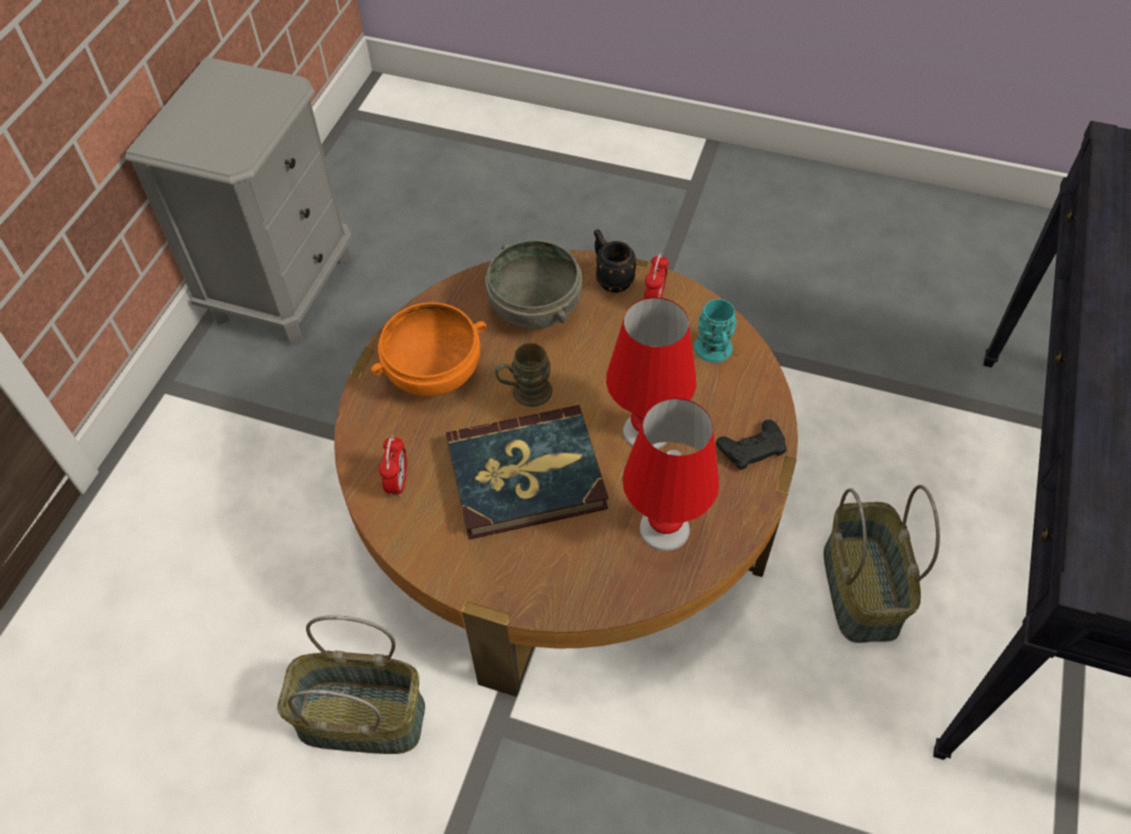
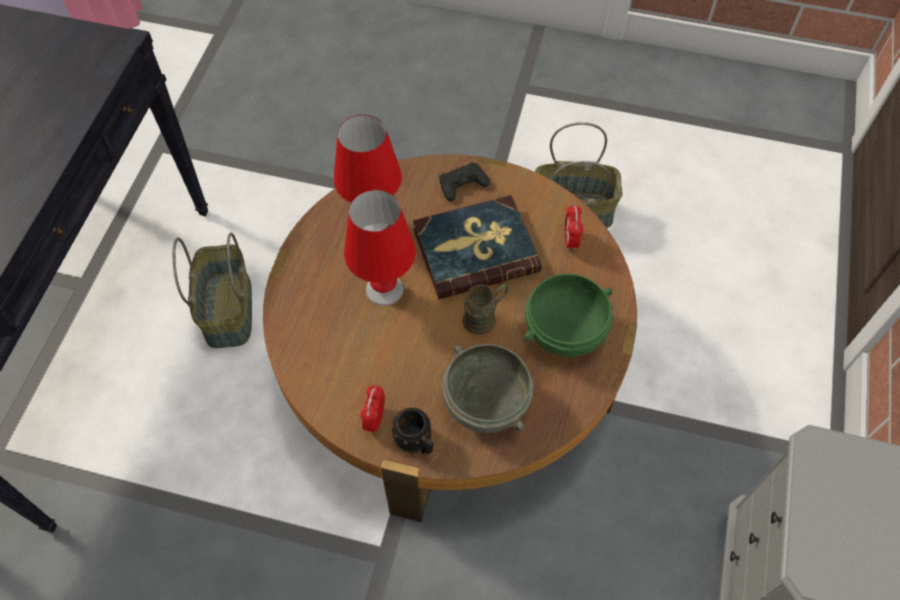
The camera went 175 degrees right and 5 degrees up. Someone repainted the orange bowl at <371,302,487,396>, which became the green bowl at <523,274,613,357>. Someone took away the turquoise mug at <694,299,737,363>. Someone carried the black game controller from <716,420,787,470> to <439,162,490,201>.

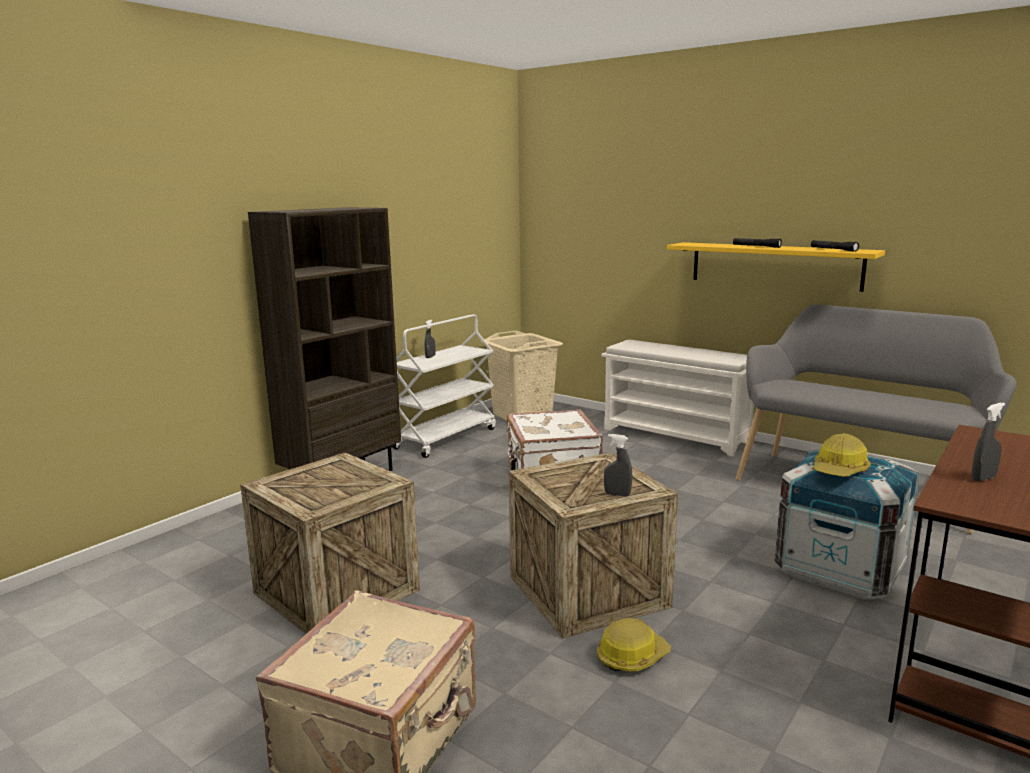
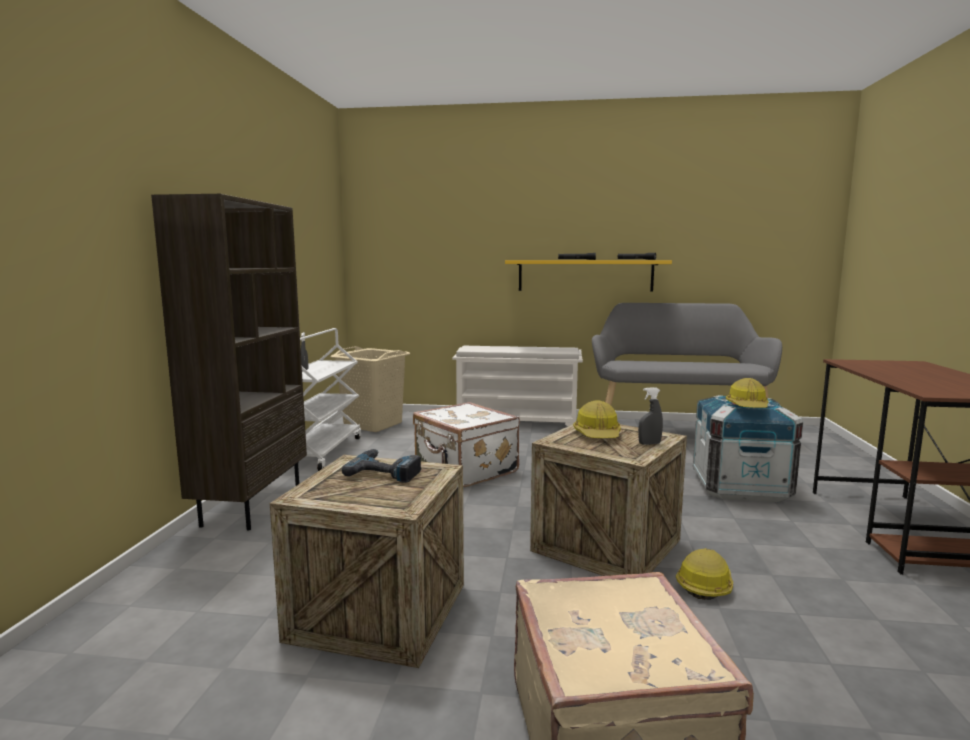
The camera went 30 degrees left and 5 degrees down. Someone took away the grey spray bottle at <972,403,1005,481>. Someone put down the power drill at <342,449,421,483>. Someone put down the hard hat at <573,401,621,438>.

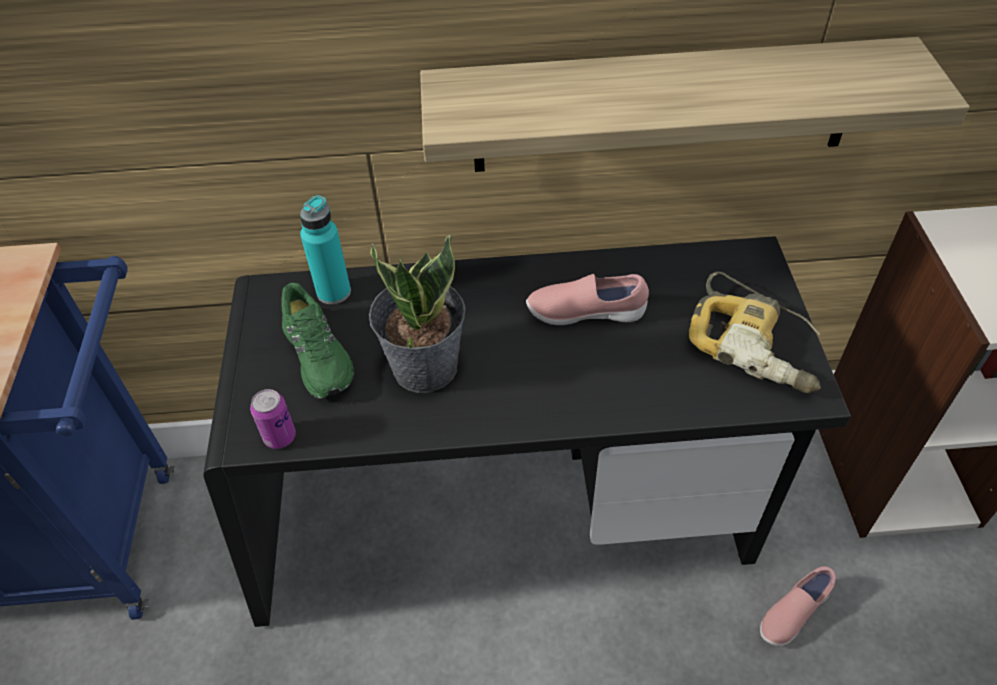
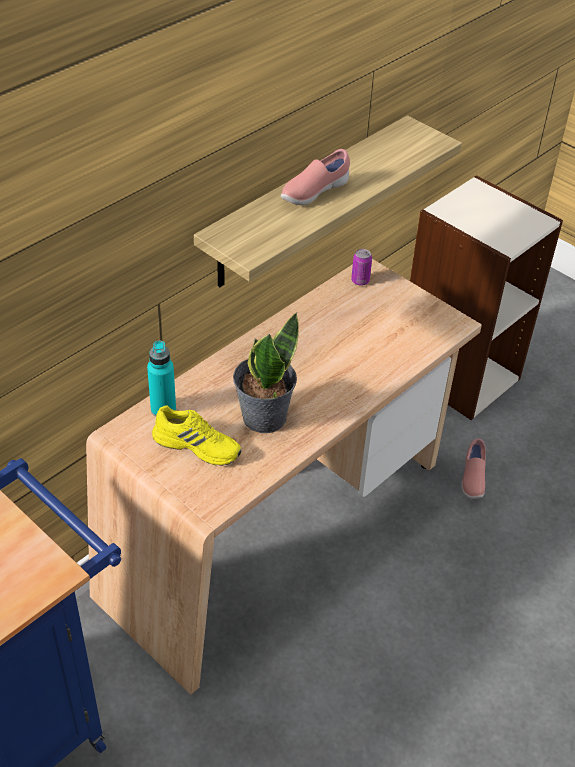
The camera went 45 degrees left and 5 degrees down. Someone repainted the black desk at <203,236,851,627>, which became the beige desk at <86,259,482,695>. Someone carried the can from <250,389,296,449> to <351,249,372,286>. Someone repainted the green shoe at <281,283,354,399>, which became the yellow shoe at <152,405,241,466>. Someone carried the pink shoe from <526,274,649,325> to <281,149,350,205>. Someone took away the power drill at <689,272,821,394>.

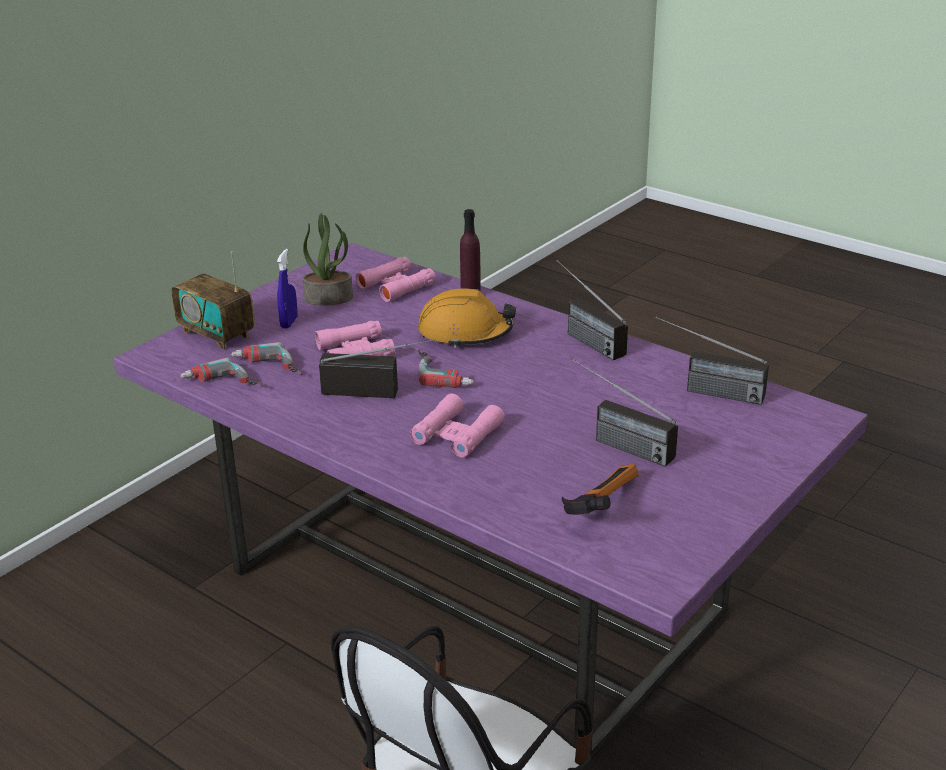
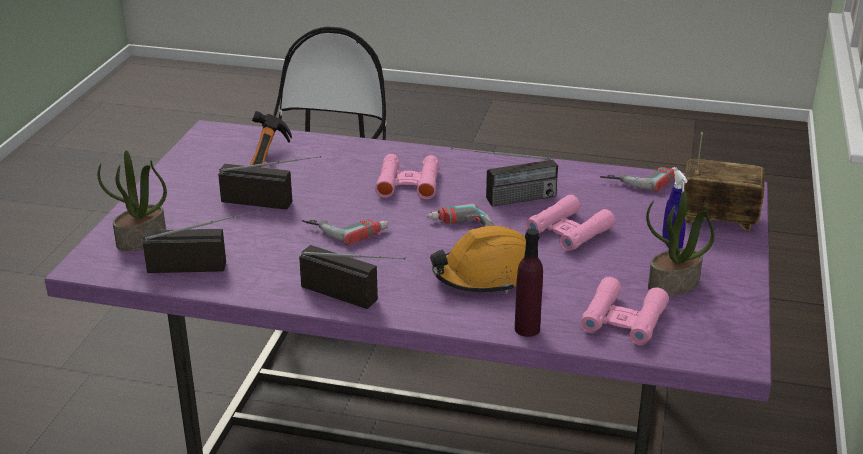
The camera went 155 degrees right and 0 degrees up. Someone carried the power drill from <231,342,302,375> to <302,219,389,245>. Someone put down the potted plant at <98,150,167,251>.

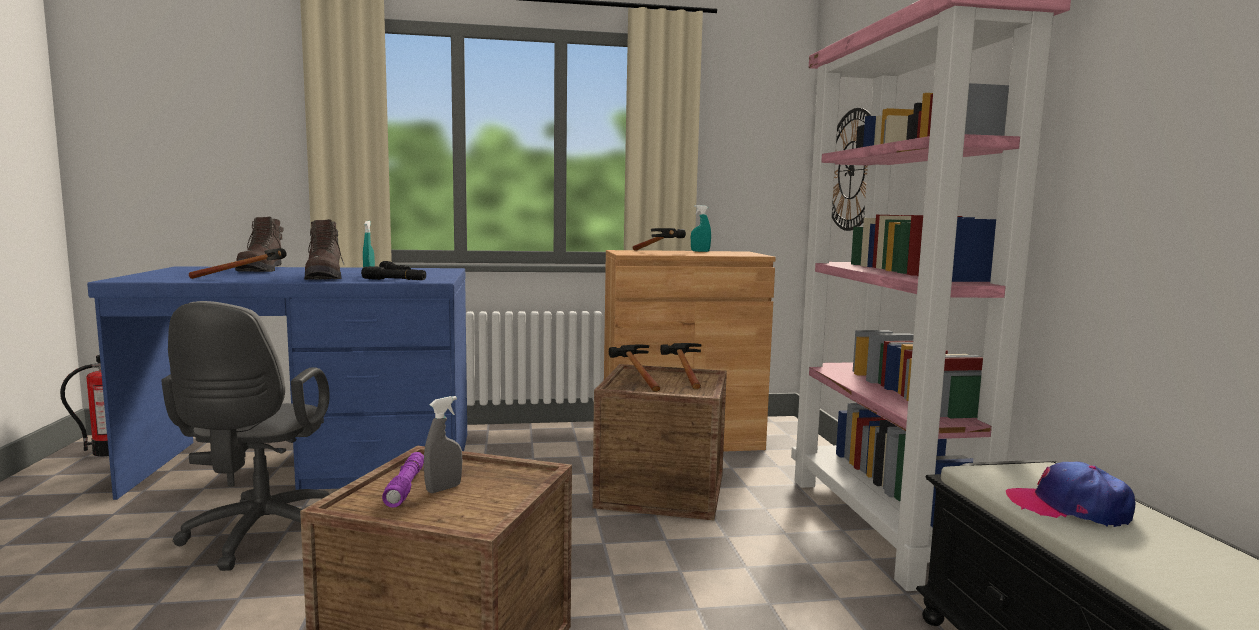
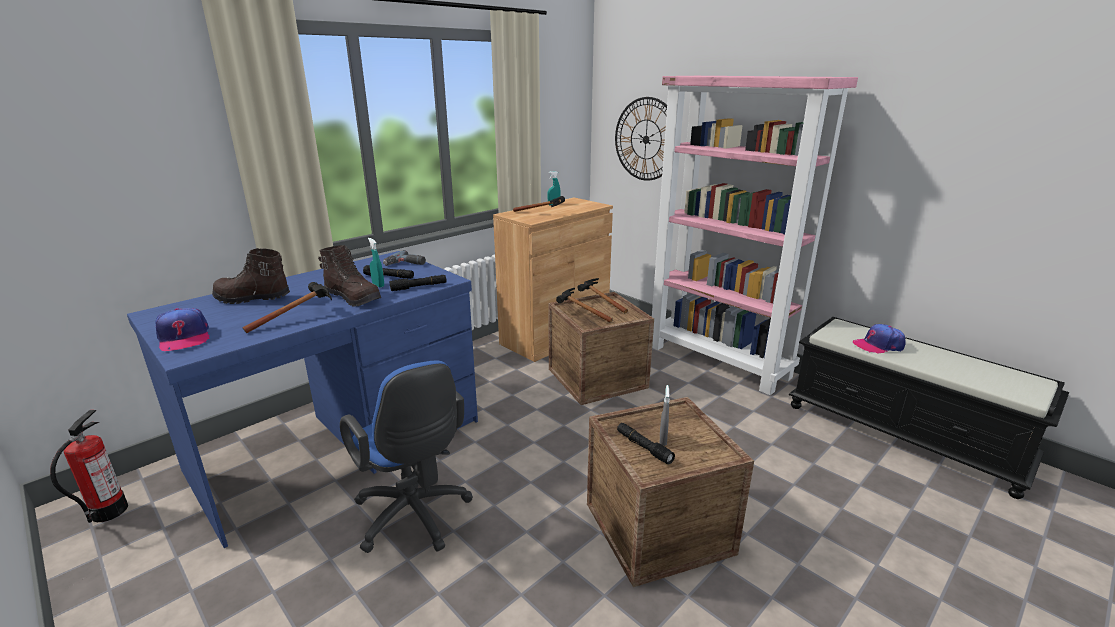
The camera went 35 degrees left and 15 degrees up. Someone repainted the grey office chair at <161,301,330,571>, which became the blue office chair at <340,361,473,553>. Someone rotated the brown boot at <235,217,284,272> by 135 degrees clockwise. Someone repainted the purple flashlight at <382,452,424,508>, which became the black flashlight at <617,423,675,464>. Someone put down the cap at <155,308,210,351>. Someone put down the power drill at <383,250,426,266>.

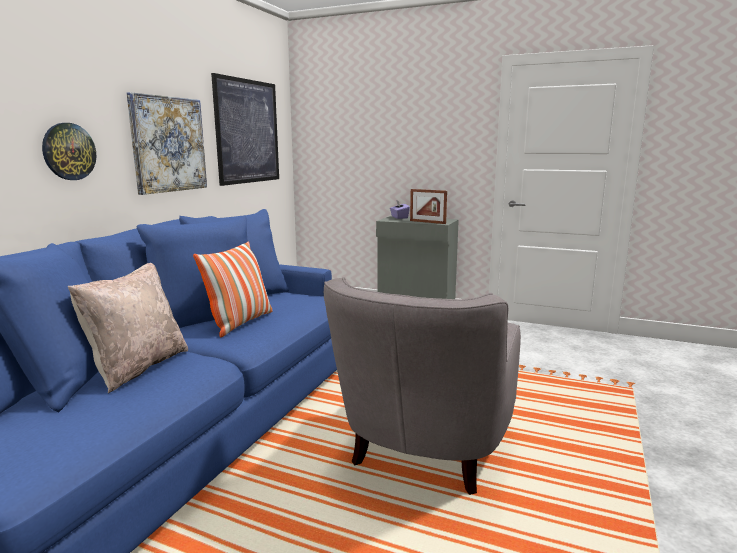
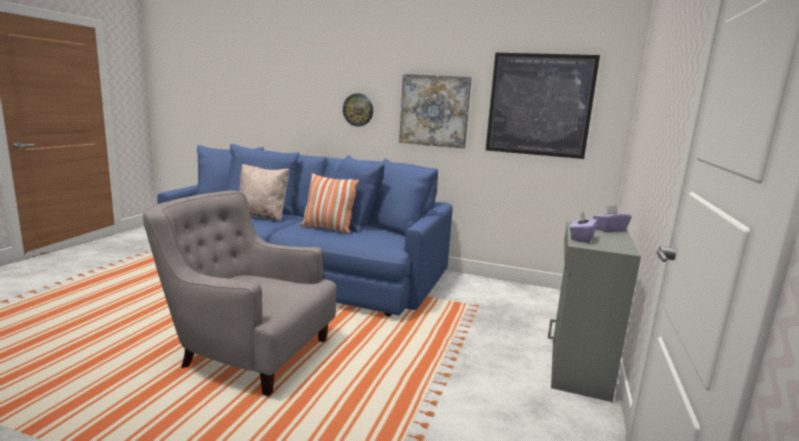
The camera went 85 degrees right and 0 degrees up. Someone swapped the picture frame at <410,189,447,224> for the purple tissue box at <570,211,598,243>.

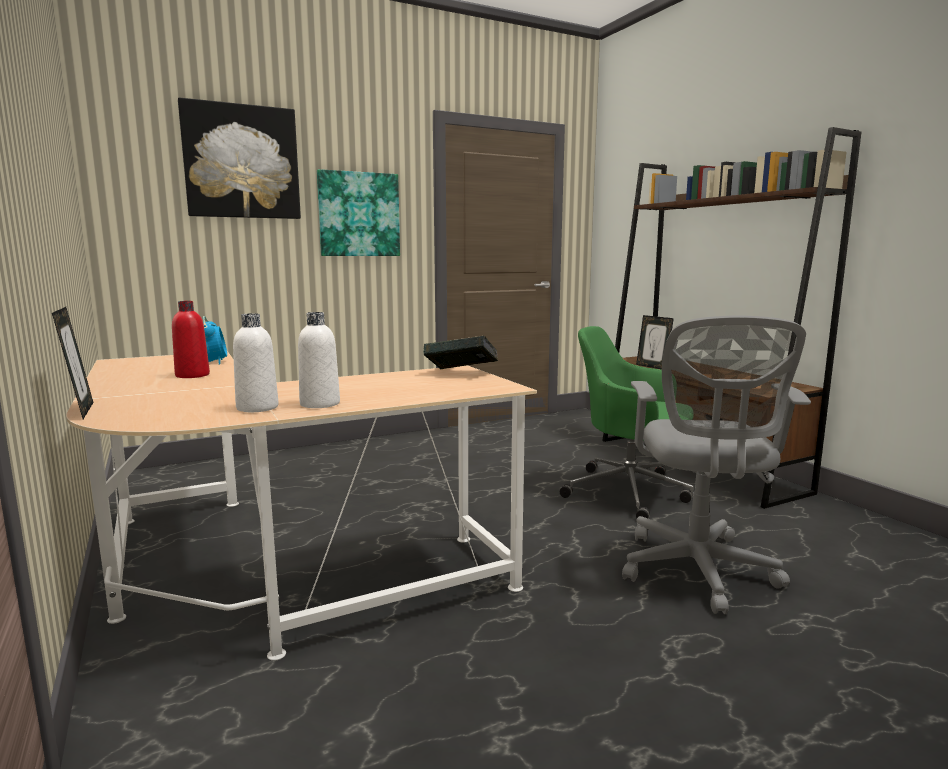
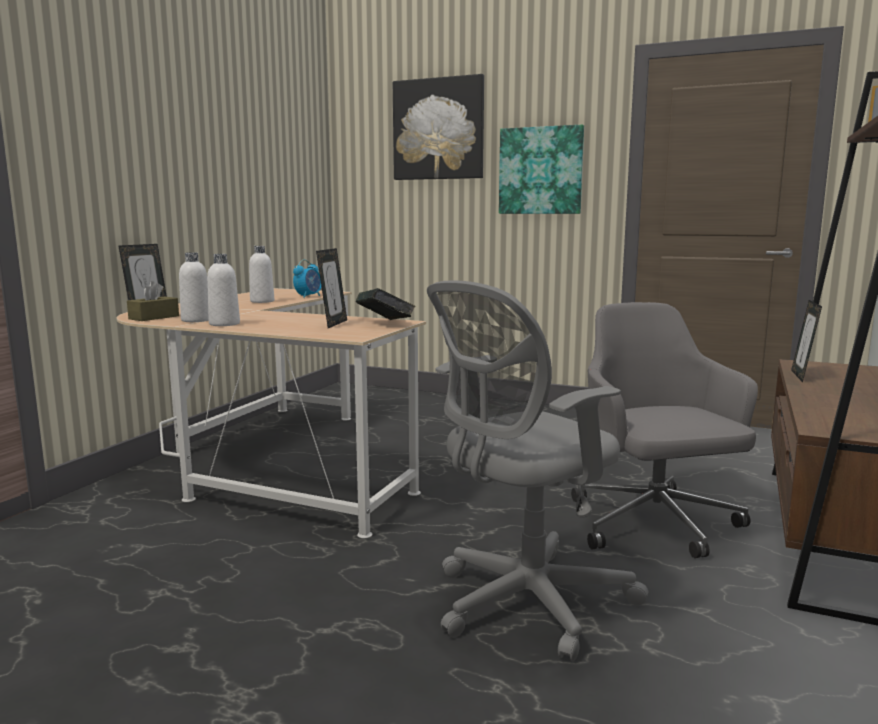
The camera went 50 degrees right and 0 degrees up. Someone repainted the red bottle at <172,301,210,378>, which became the white bottle at <249,246,274,303>. Someone repainted the green office chair at <560,326,694,519>, which became the grey office chair at <571,302,758,558>. Someone put down the brown tissue box at <127,281,179,321>. Someone put down the picture frame at <316,248,347,328>.

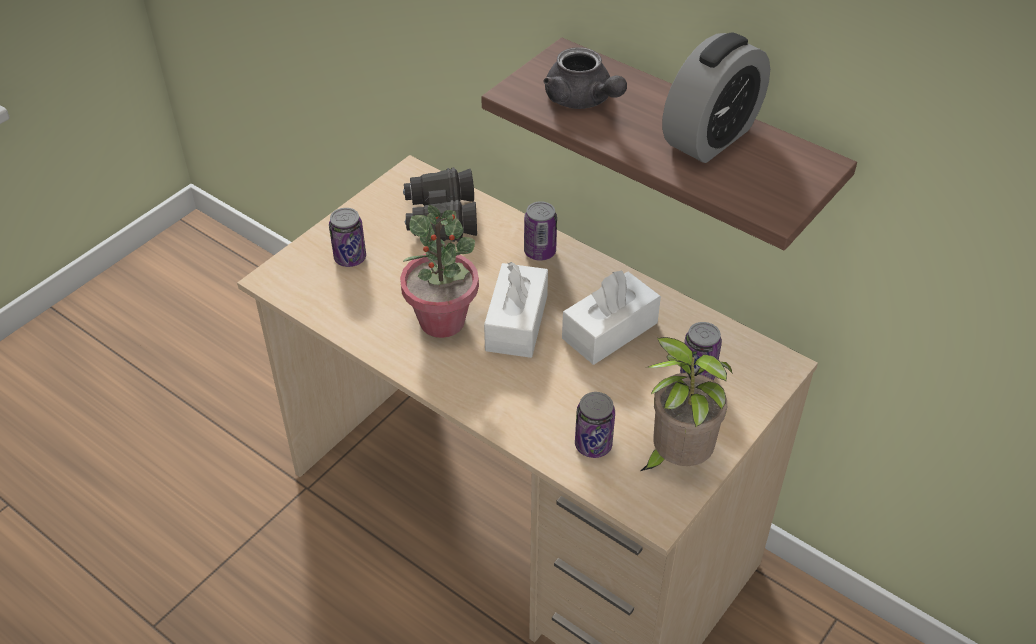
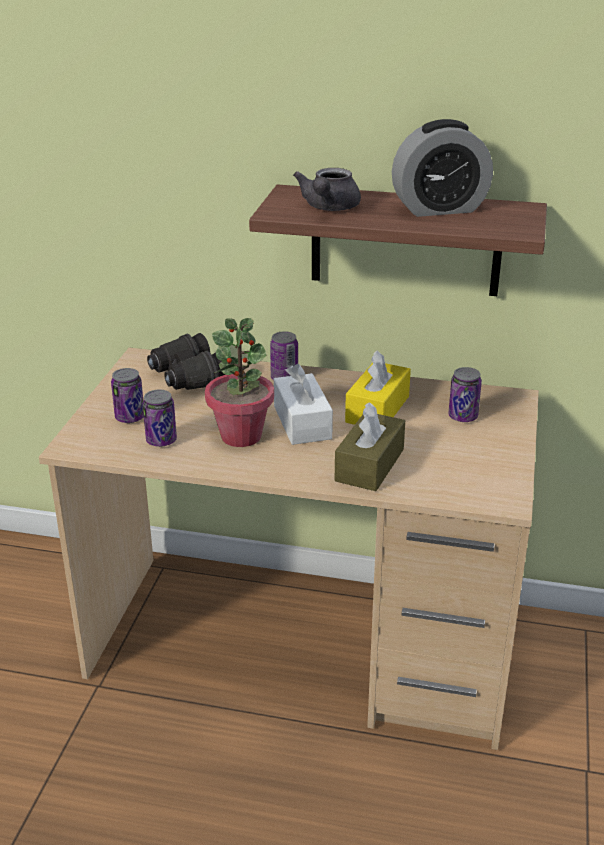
The camera went 25 degrees left and 15 degrees down. Someone rotated the grey teapot at <544,47,627,109> by 75 degrees clockwise. Someone repainted the white tissue box at <562,271,661,365>, which became the yellow tissue box at <345,350,411,425>. Someone carried the can from <575,392,615,458> to <143,390,177,447>. Someone took away the potted plant at <641,337,733,471>. Someone rotated the alarm clock at <662,32,770,163> by 60 degrees clockwise. Someone put down the brown tissue box at <335,402,405,491>.

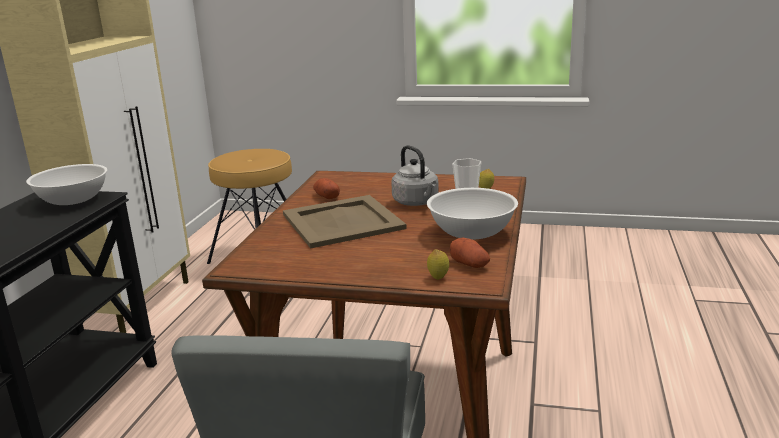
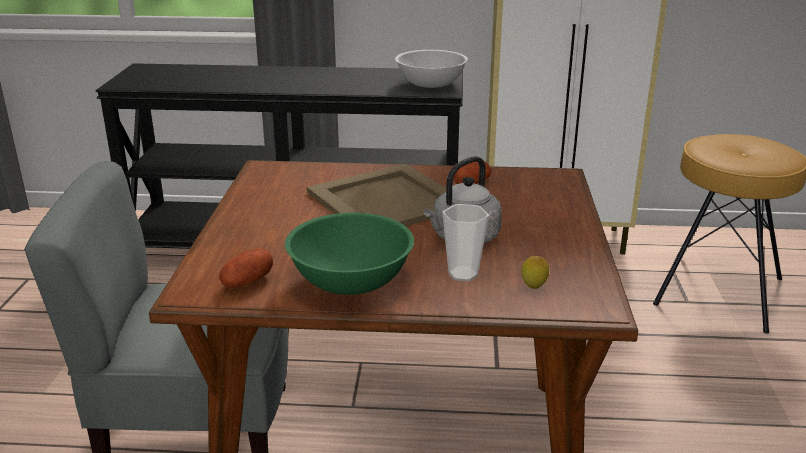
The camera went 80 degrees right and 5 degrees up. Someone repainted the white bowl at <427,188,518,240>, which became the green bowl at <285,213,414,295>. Someone took away the lemon at <427,249,449,280>.

